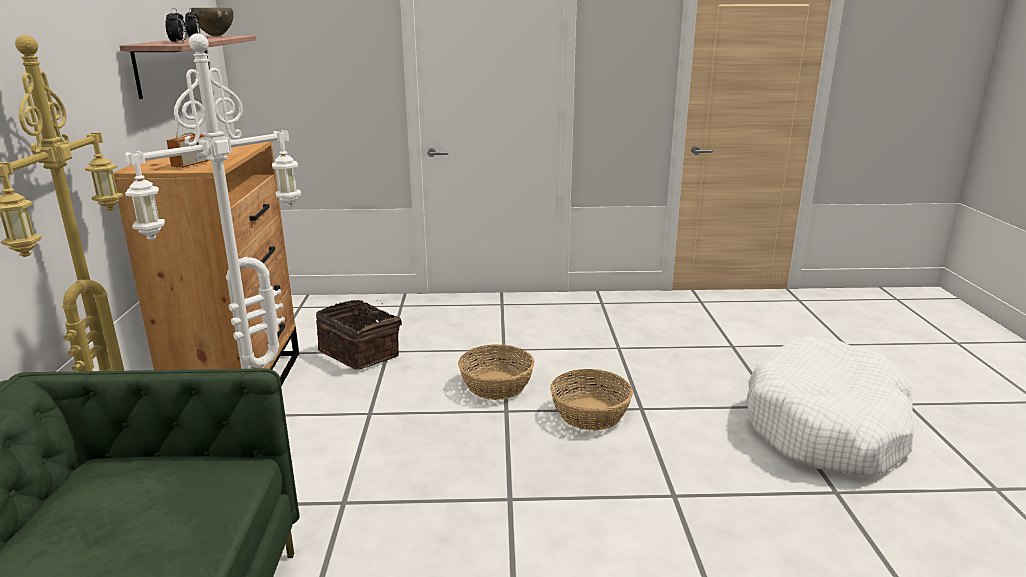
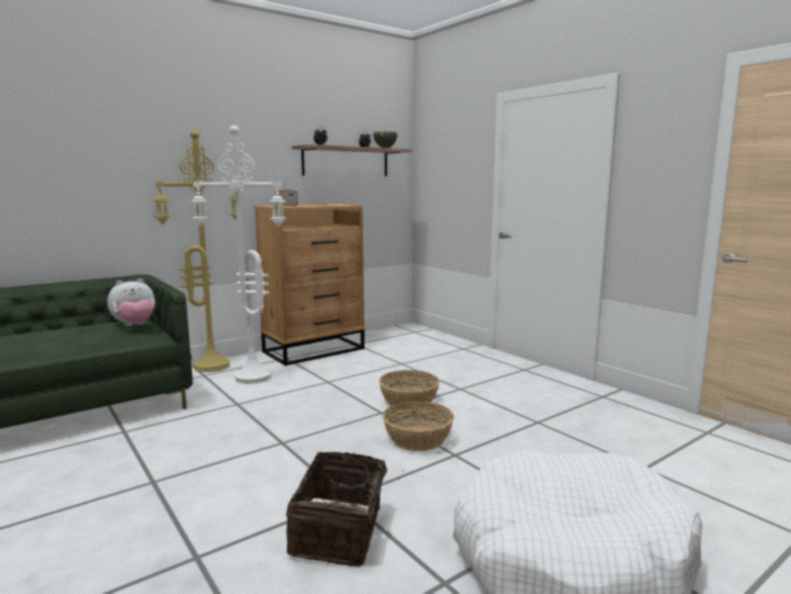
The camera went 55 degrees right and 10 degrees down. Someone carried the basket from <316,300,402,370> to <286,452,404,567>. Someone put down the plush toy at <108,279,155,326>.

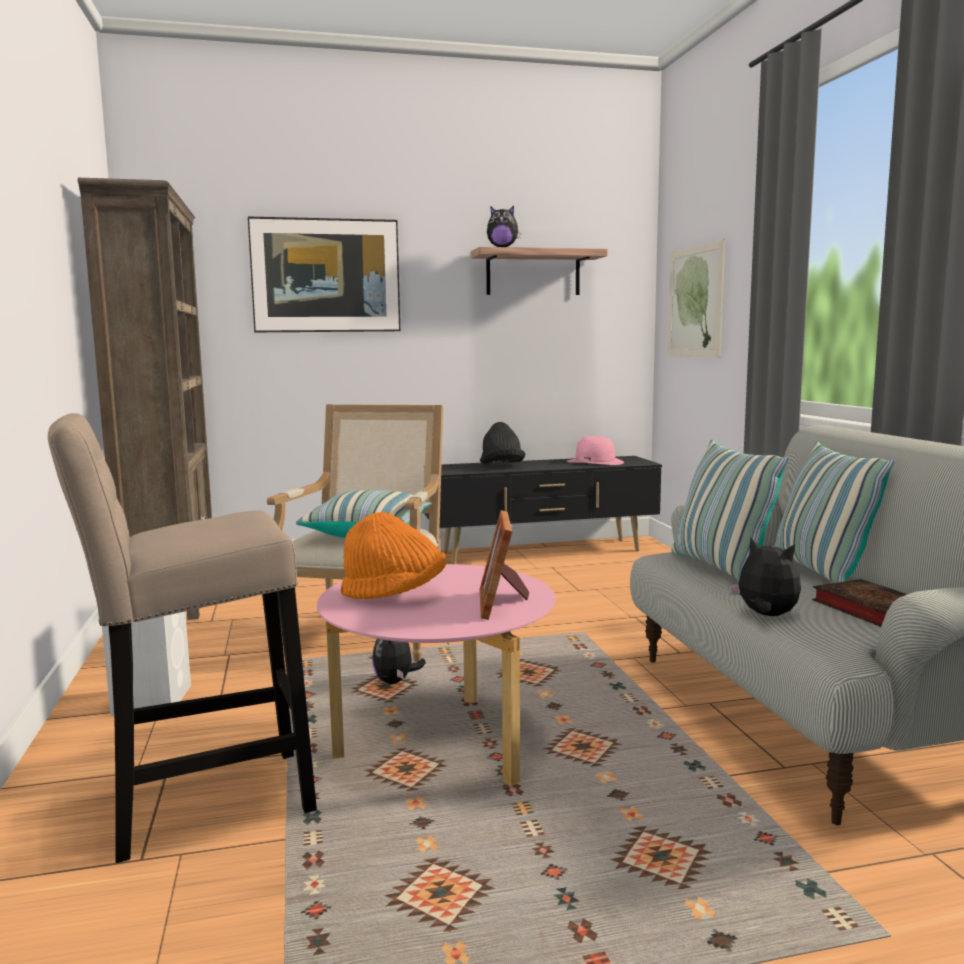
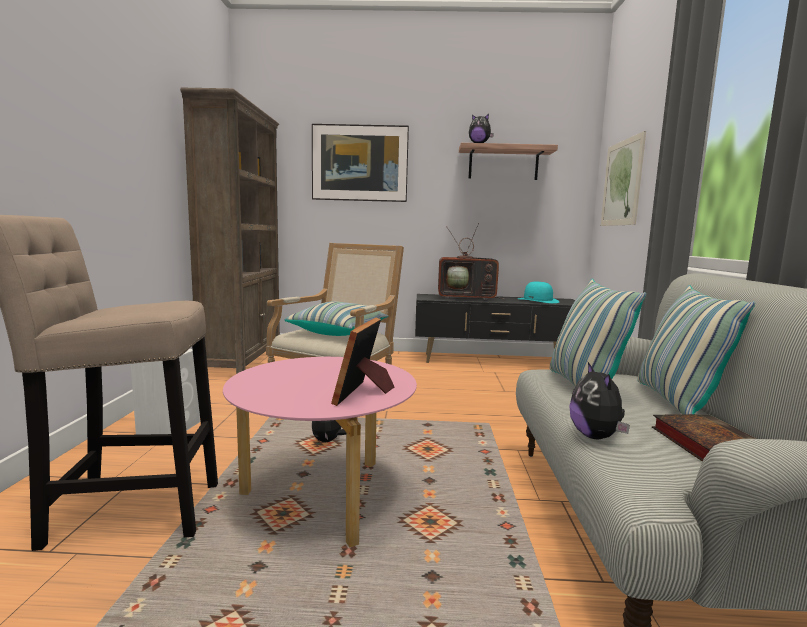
The camera went 15 degrees right and 0 degrees up. Someone took away the orange hat at <341,512,446,599>. Someone swapped the black hat at <480,422,525,463> for the television at <438,223,505,301>. Someone repainted the pink hat at <567,436,624,465>, which became the turquoise hat at <518,282,559,303>. Someone rotated the plush toy at <728,538,801,616> by 150 degrees counterclockwise.

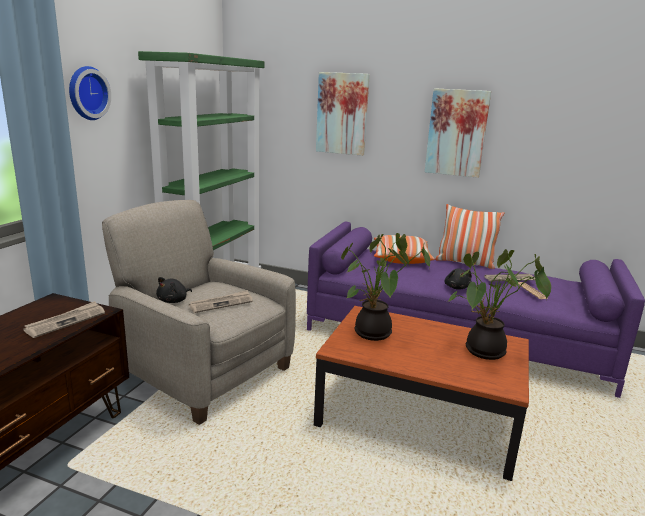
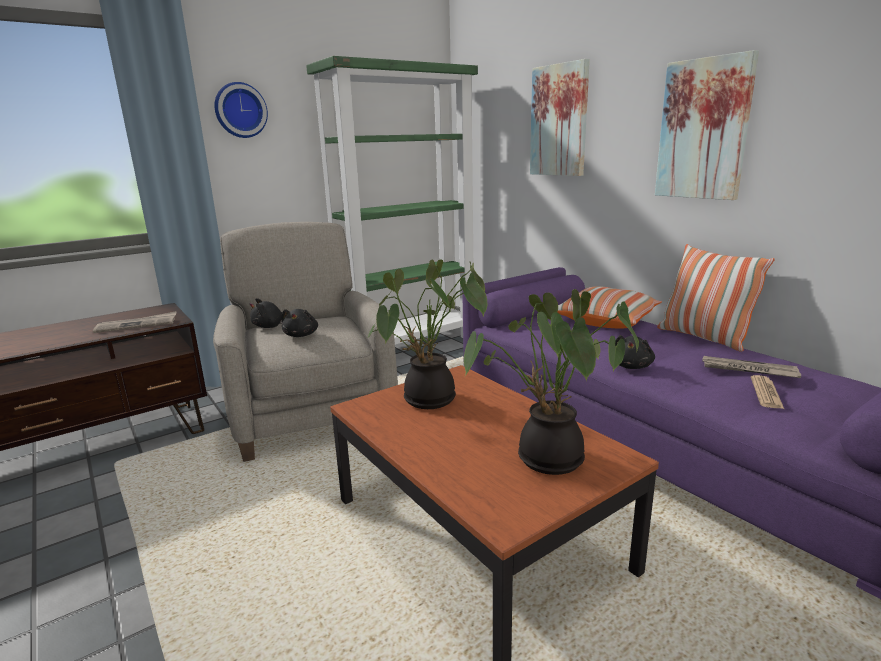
The camera went 35 degrees right and 0 degrees up. Someone swapped the newspaper at <189,290,253,313> for the black plush toy at <281,309,318,337>.

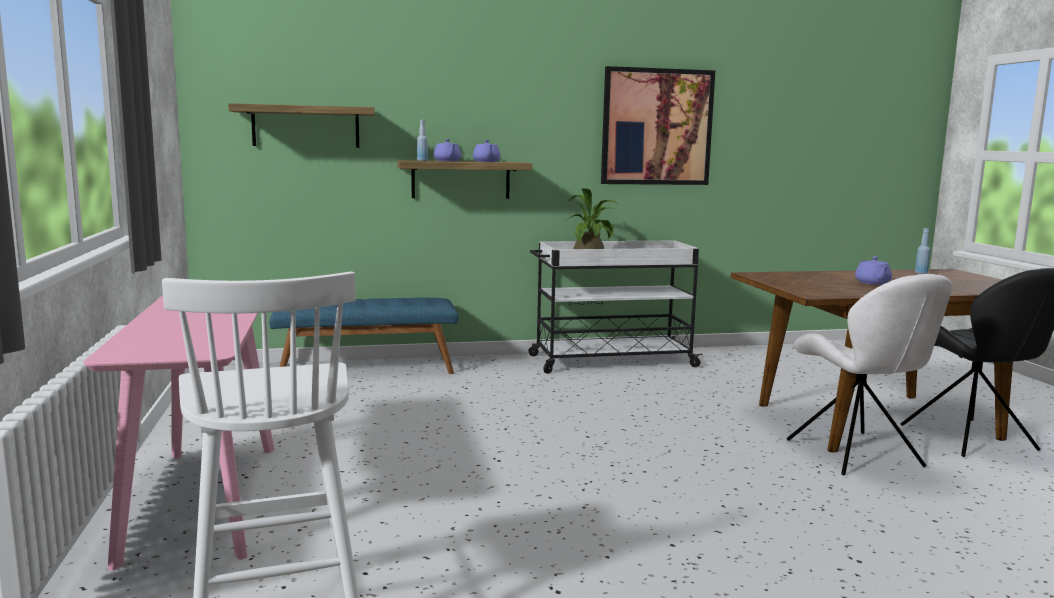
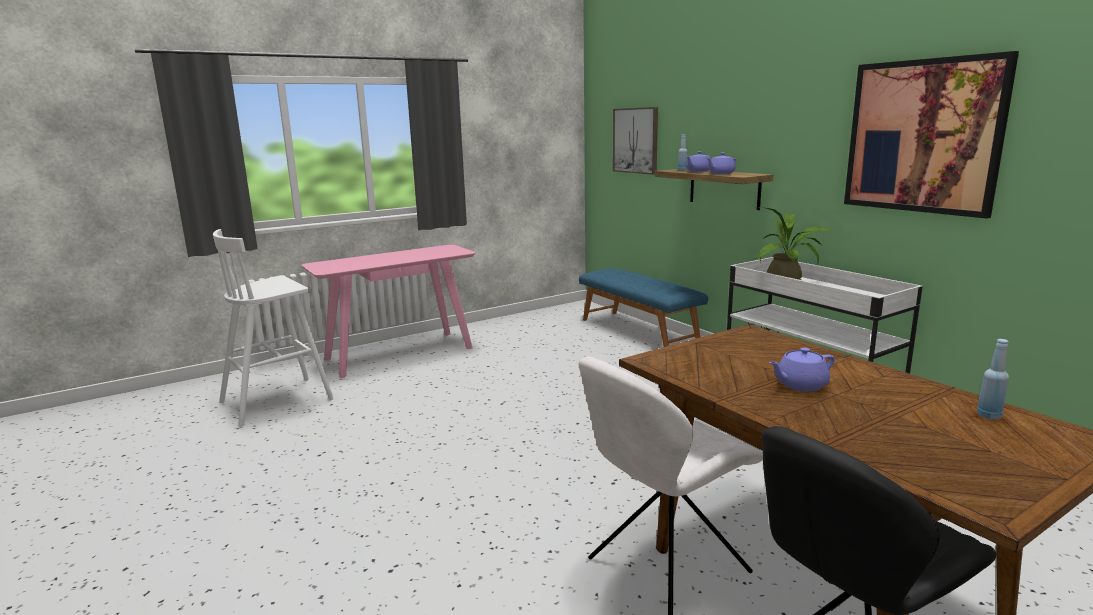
The camera went 70 degrees right and 5 degrees up. Someone swapped the shelf at <228,103,375,148> for the picture at <613,107,658,175>.

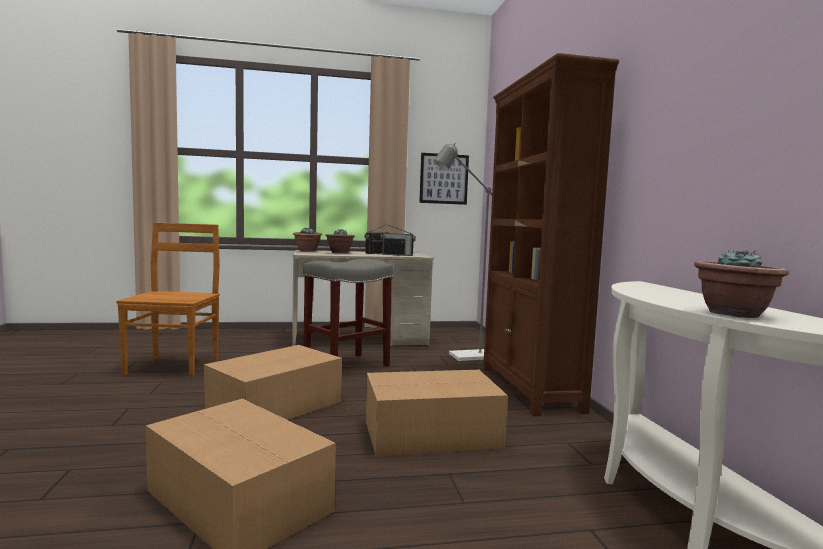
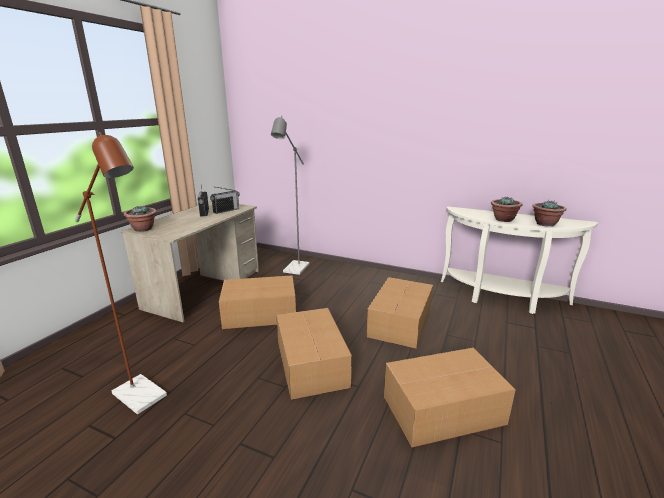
The camera went 55 degrees left and 15 degrees up. Someone swapped the brown chair at <116,222,220,378> for the brown floor lamp at <75,132,167,415>. Someone swapped the grey stool at <303,259,393,367> for the cardboard box at <219,275,296,329>. Someone carried the potted plant from <325,229,355,253> to <491,197,523,222>. Someone took away the picture at <419,153,469,205>. Someone took away the brown bookcase at <483,53,619,416>.

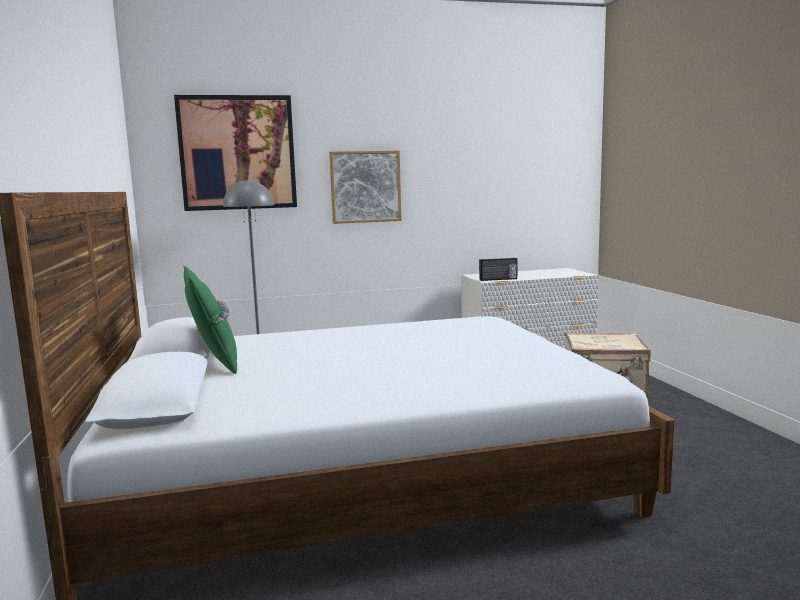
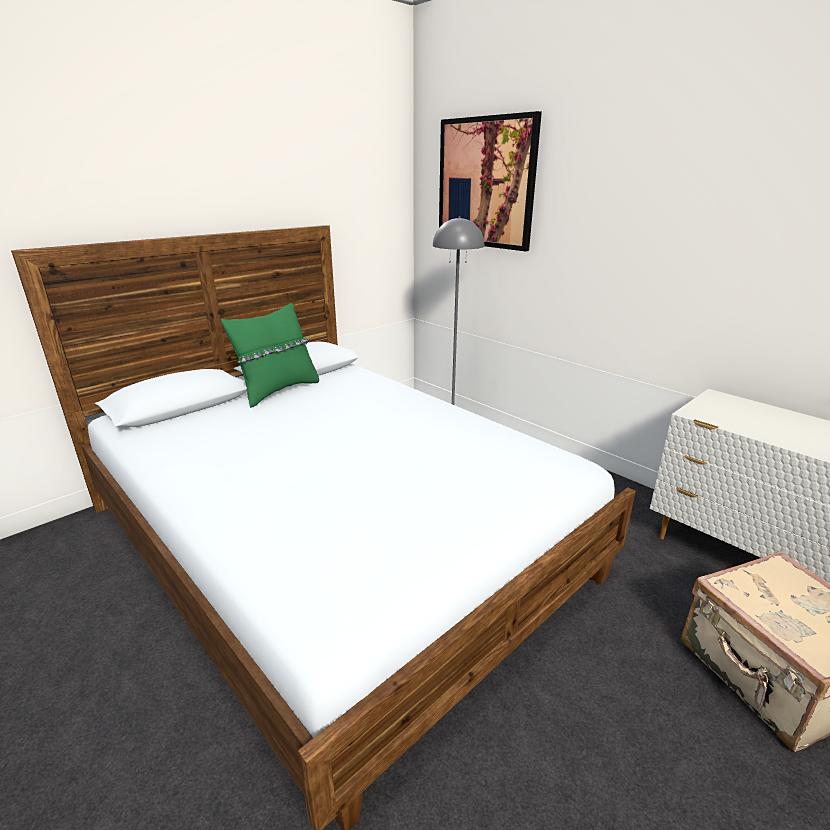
The camera went 60 degrees right and 15 degrees up. Someone took away the picture at <329,151,402,224>. Someone took away the radio at <479,258,517,281>.

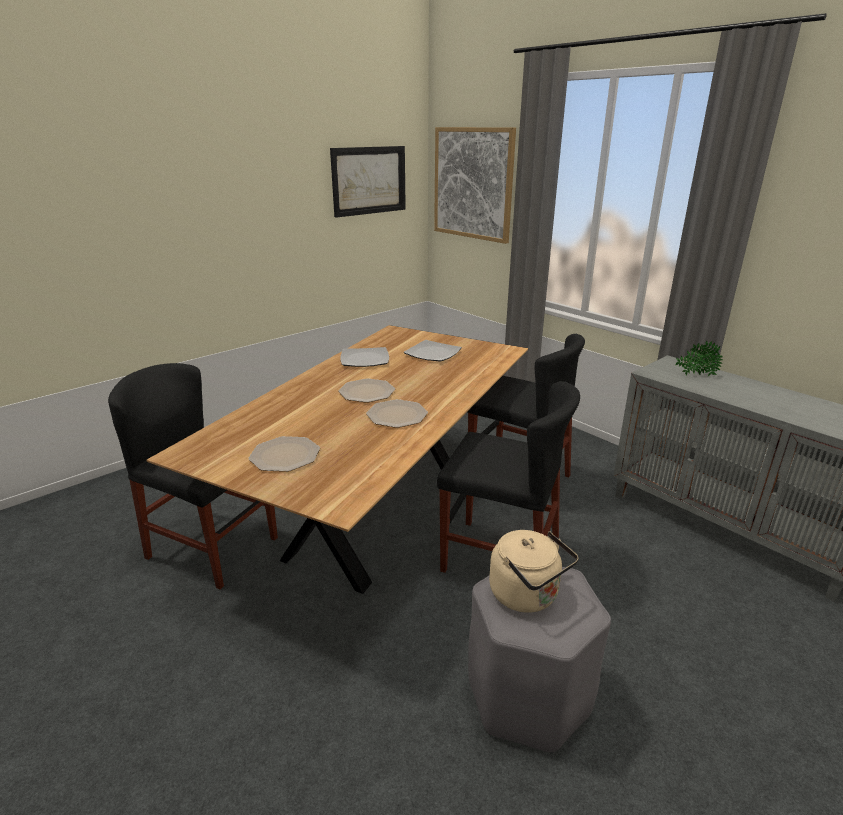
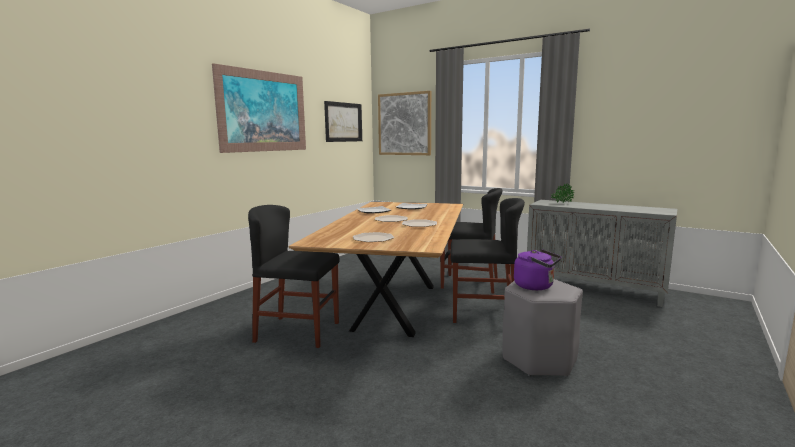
The camera went 15 degrees left and 15 degrees down. Someone repainted the beige kettle at <489,530,578,613>, which became the purple kettle at <514,249,561,290>. Someone put up the picture at <212,63,306,153>.

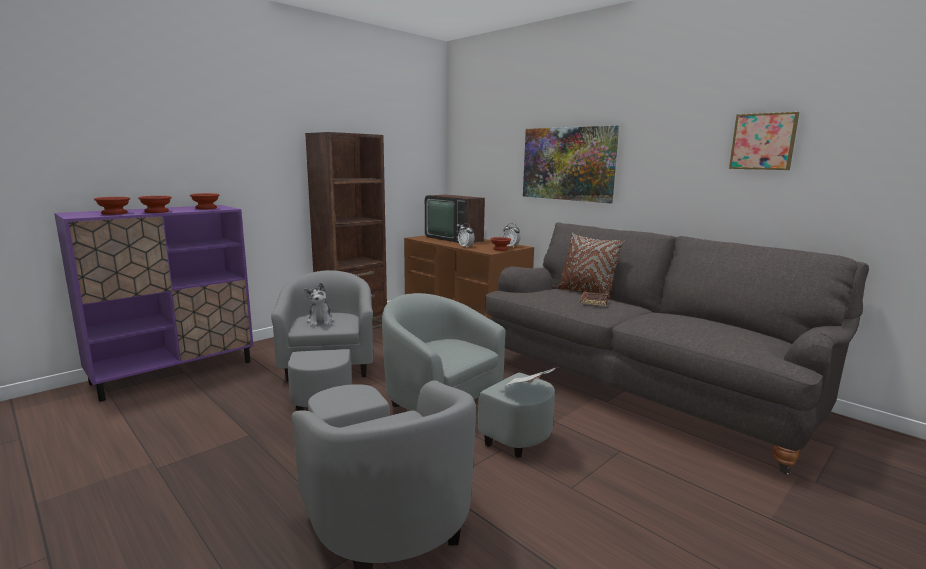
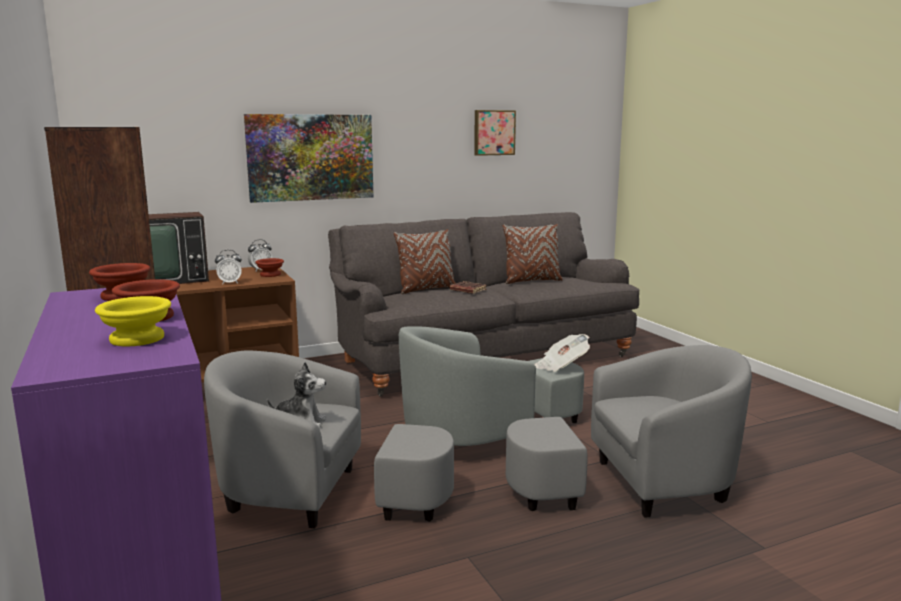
The camera went 70 degrees left and 0 degrees up. Someone repainted the brown bowl at <94,197,130,215>, which became the yellow bowl at <95,296,171,346>. Someone put down the brown pillow at <503,224,563,284>.

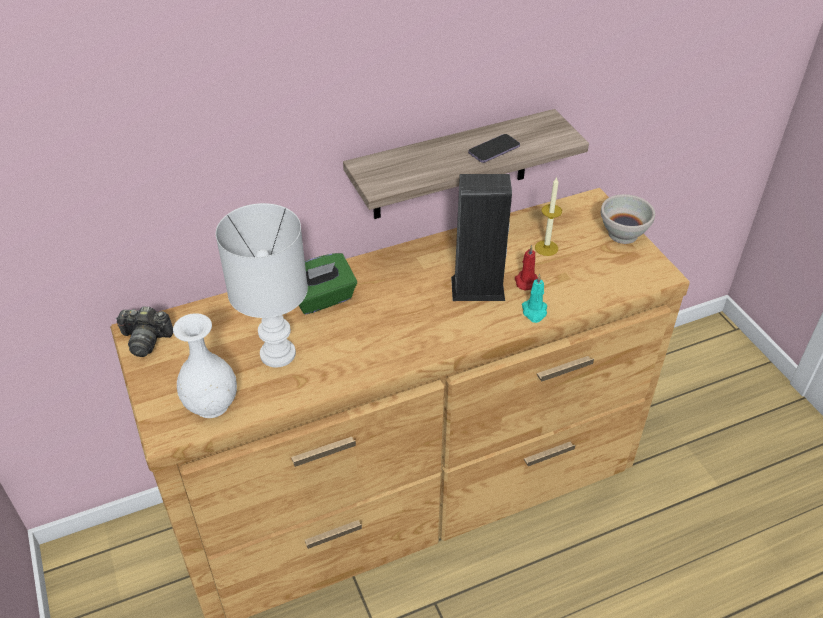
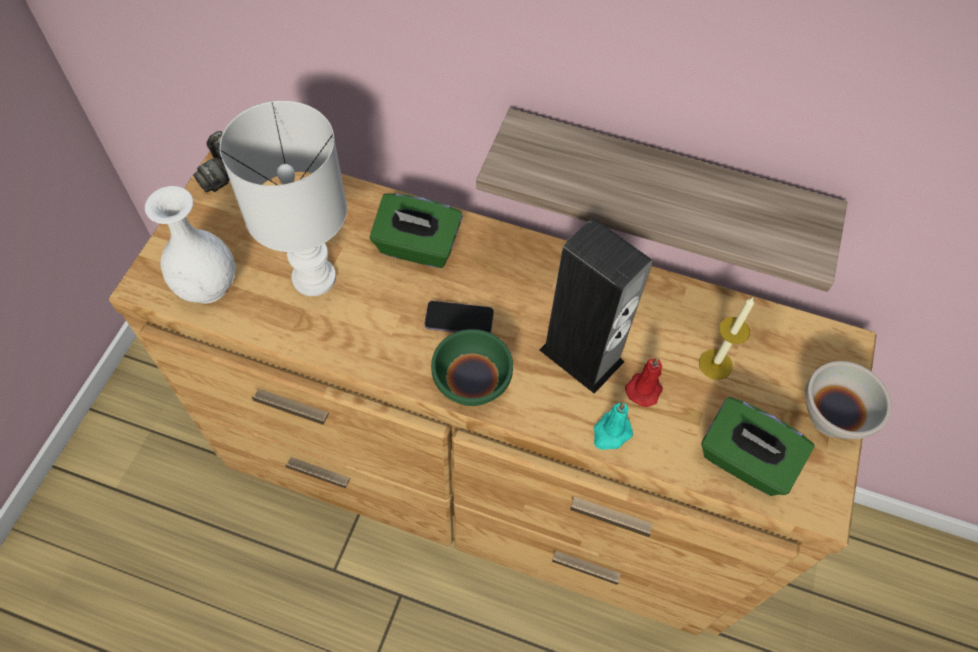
The camera went 40 degrees right and 15 degrees up. Someone carried the phone from <468,134,520,163> to <425,301,494,333>. Someone put down the green bowl at <431,329,513,406>. Someone put down the green tissue box at <701,397,815,496>.

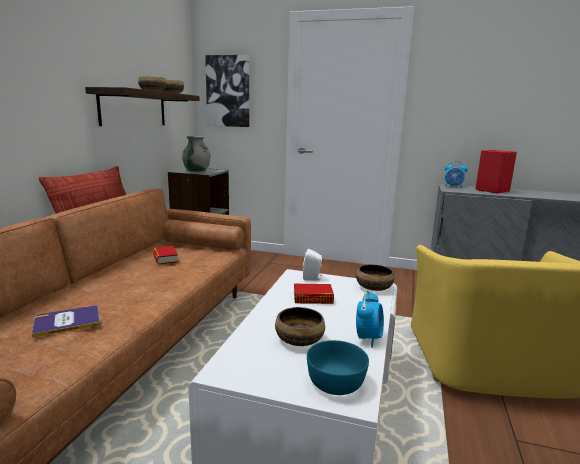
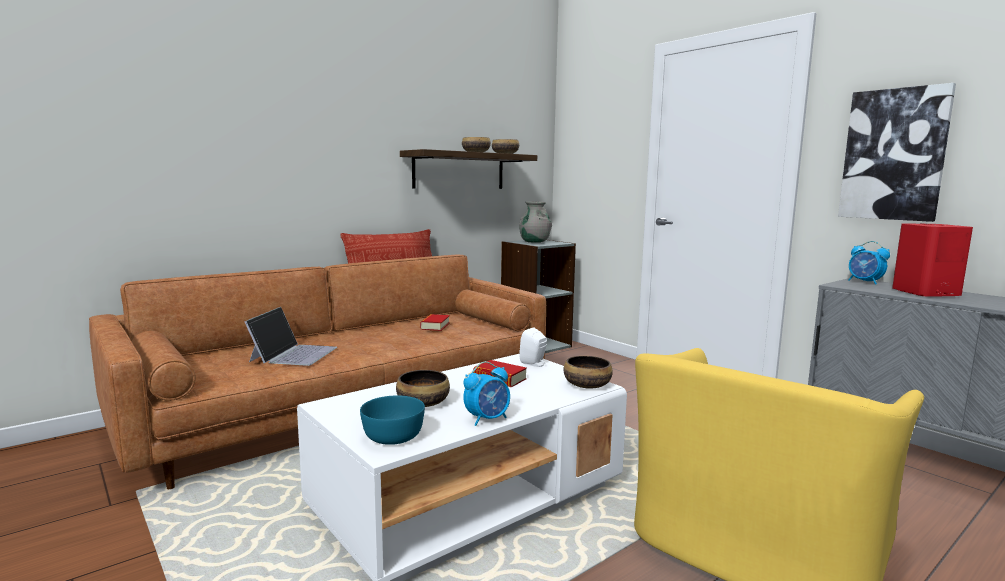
The camera went 35 degrees right and 5 degrees down. Someone swapped the book at <32,306,100,338> for the laptop at <245,307,337,366>. Someone carried the picture from <205,55,249,127> to <838,83,956,222>.

